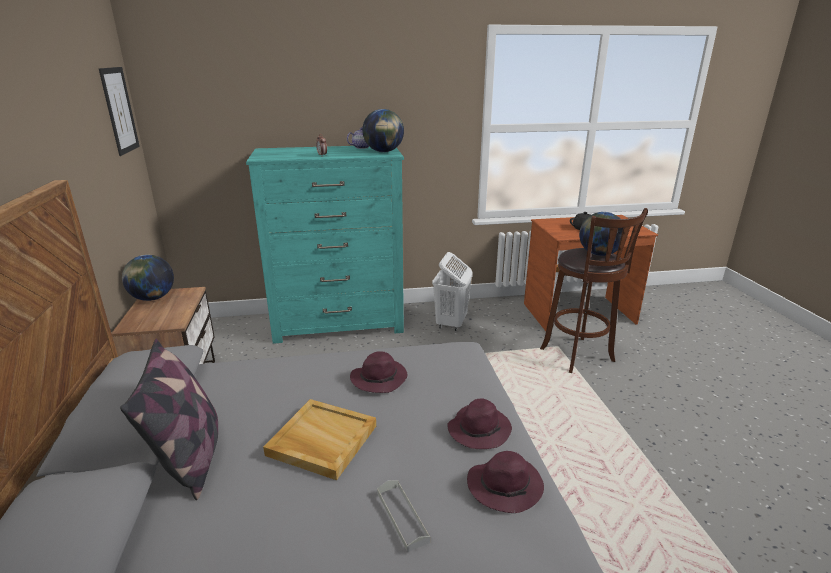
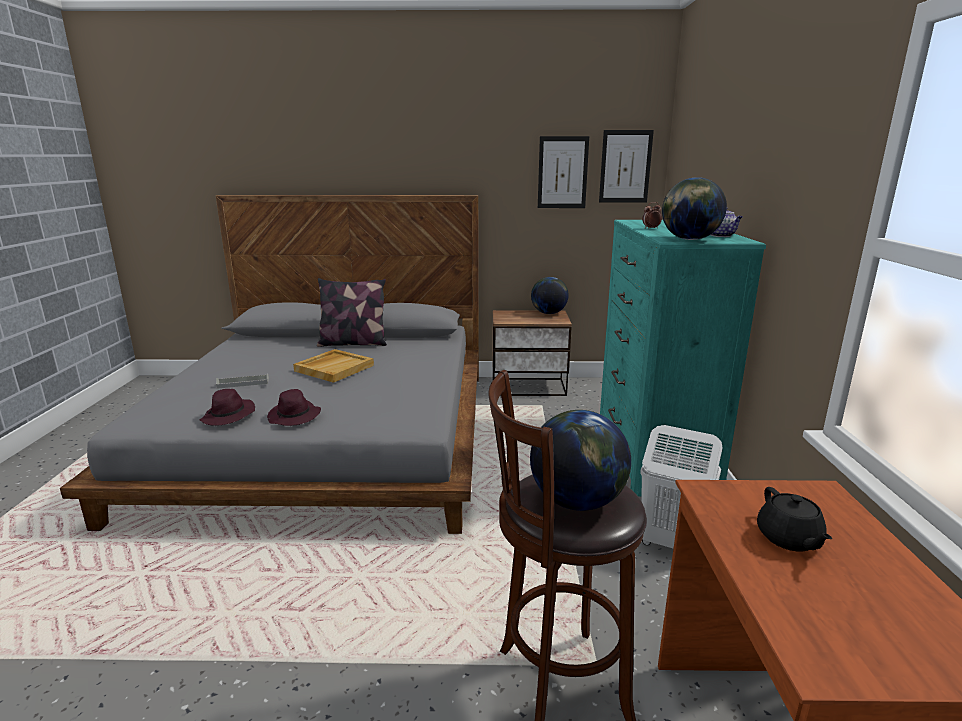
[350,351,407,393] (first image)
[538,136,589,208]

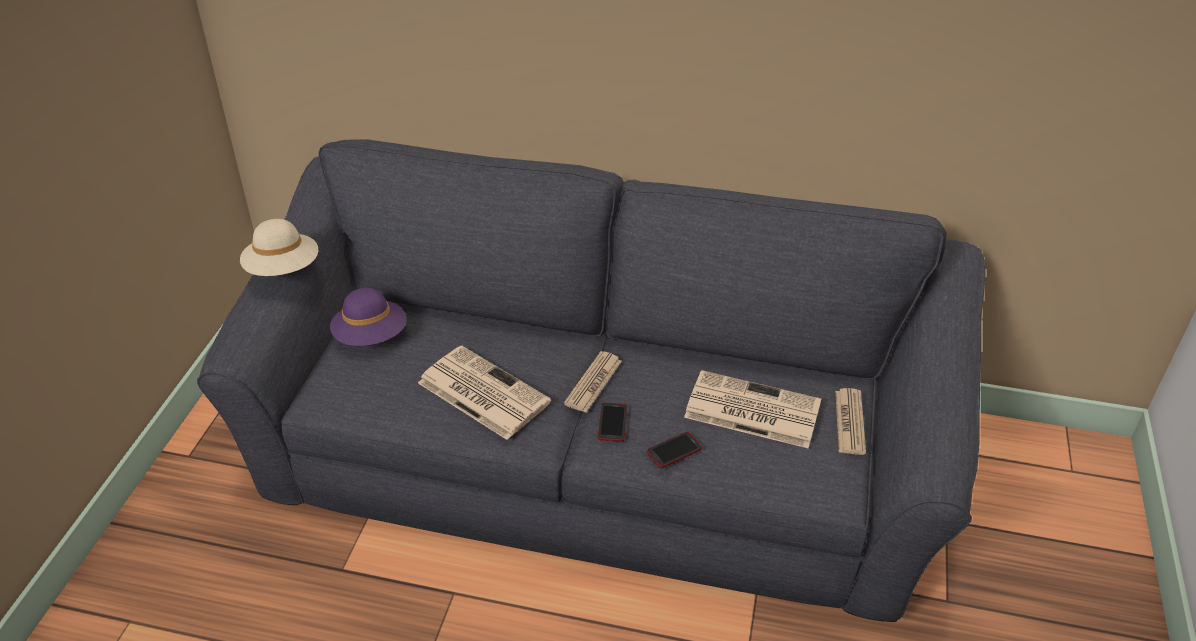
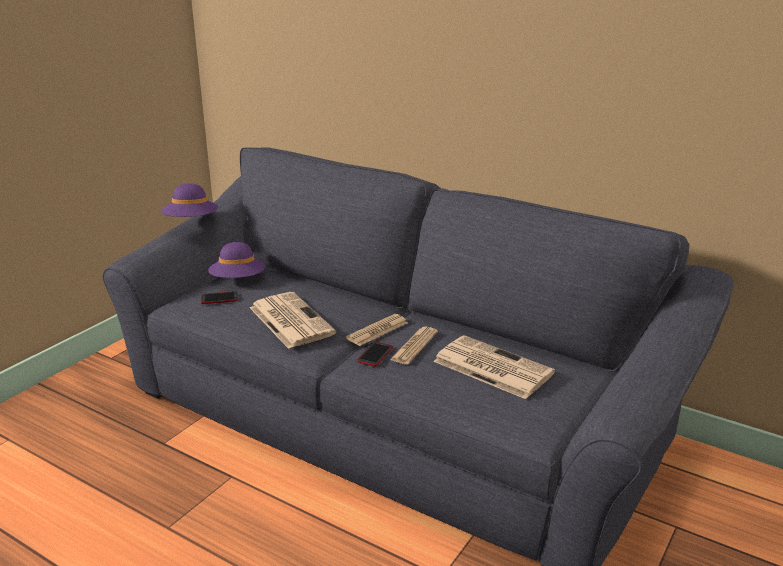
[161,183,218,217]
[201,291,238,304]
[390,326,438,365]

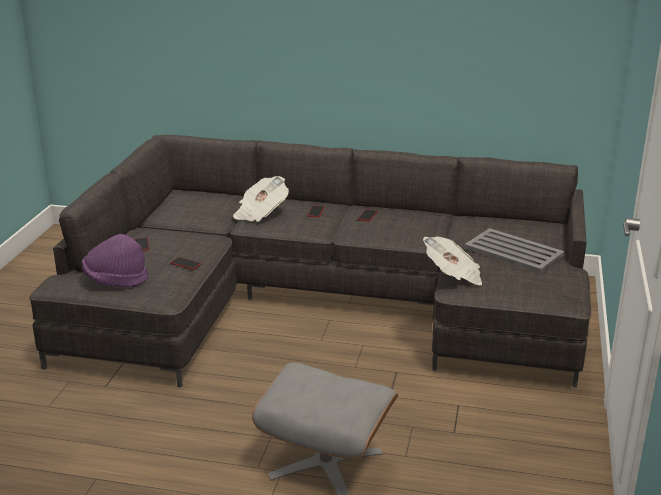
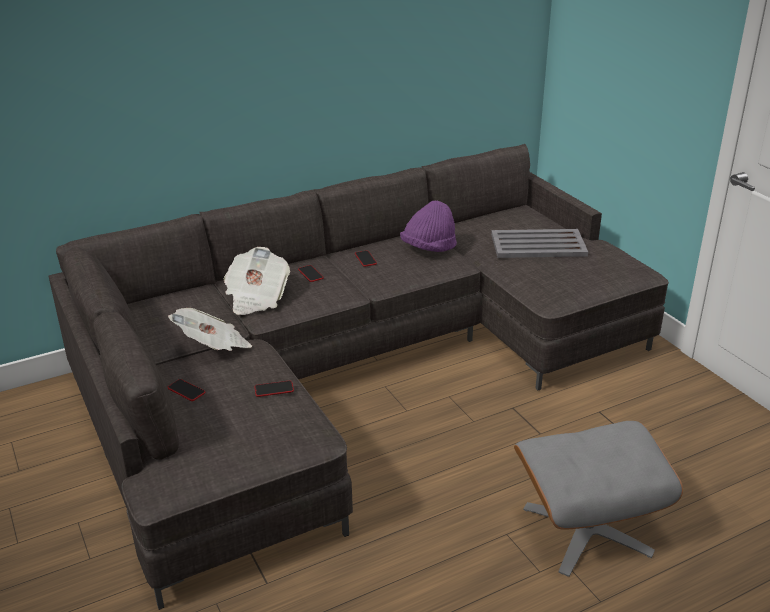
[400,200,457,252]
[168,308,252,351]

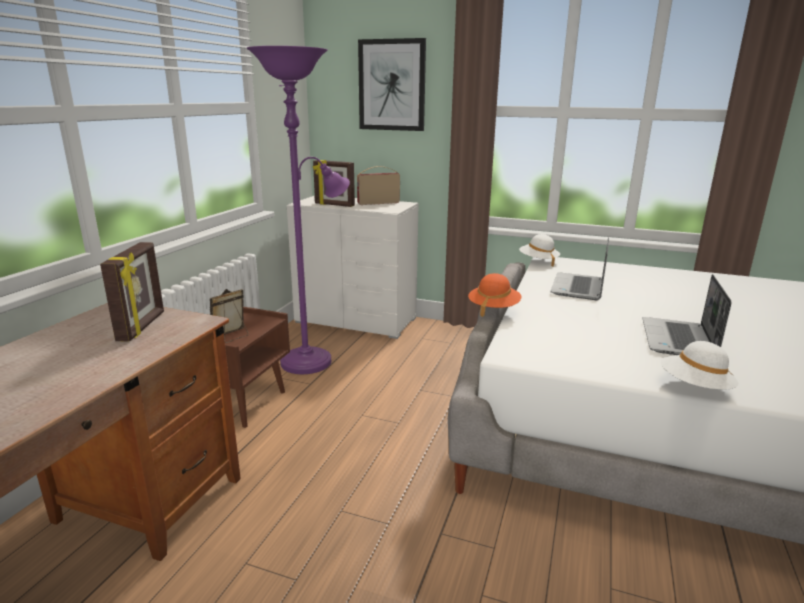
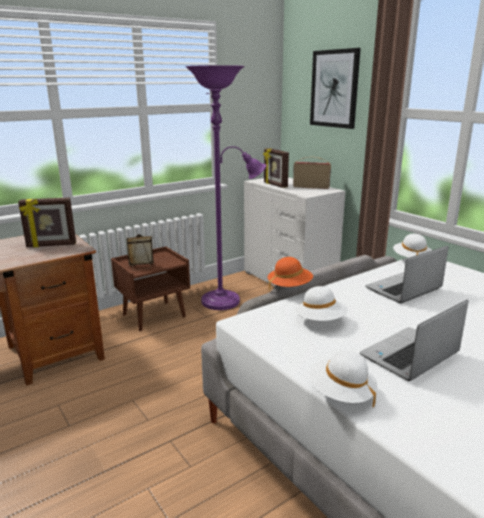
[18,197,76,248]
[295,286,348,321]

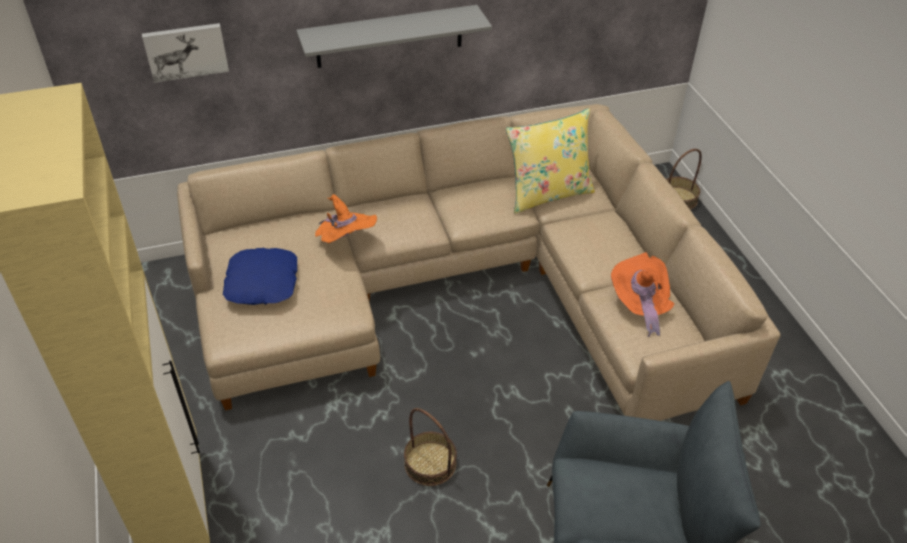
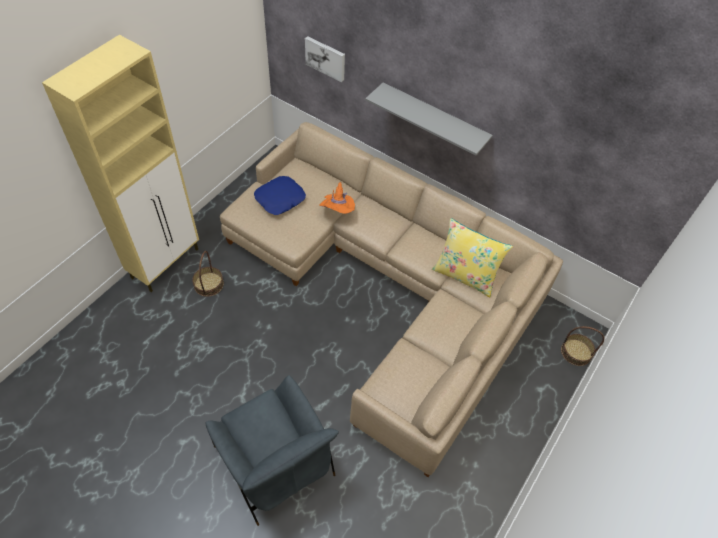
[192,251,224,297]
[611,252,674,337] (first image)

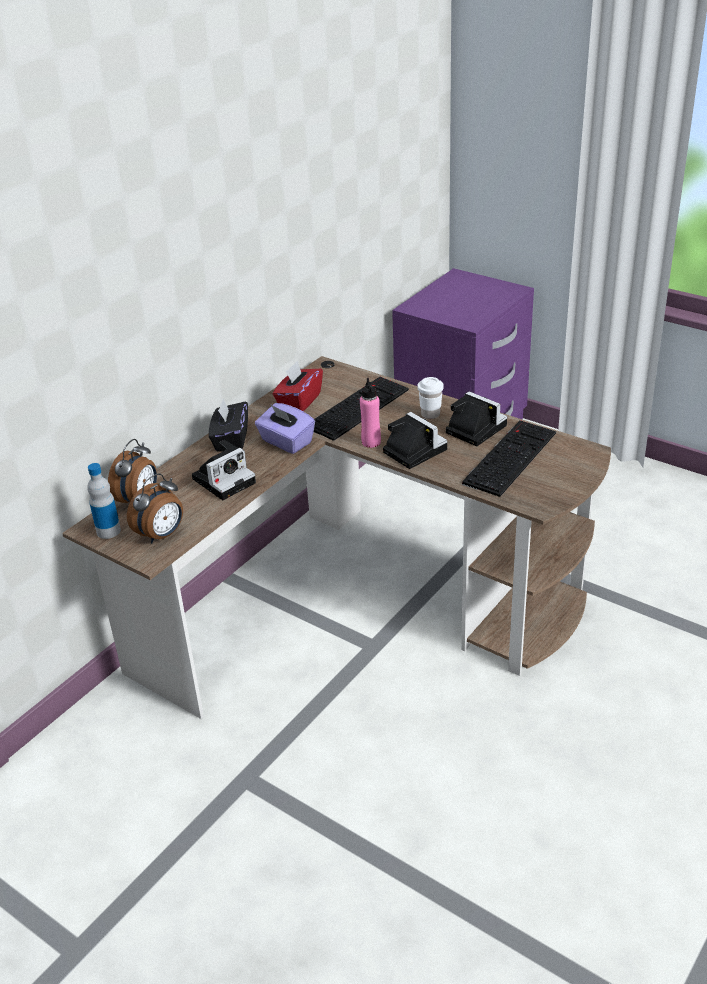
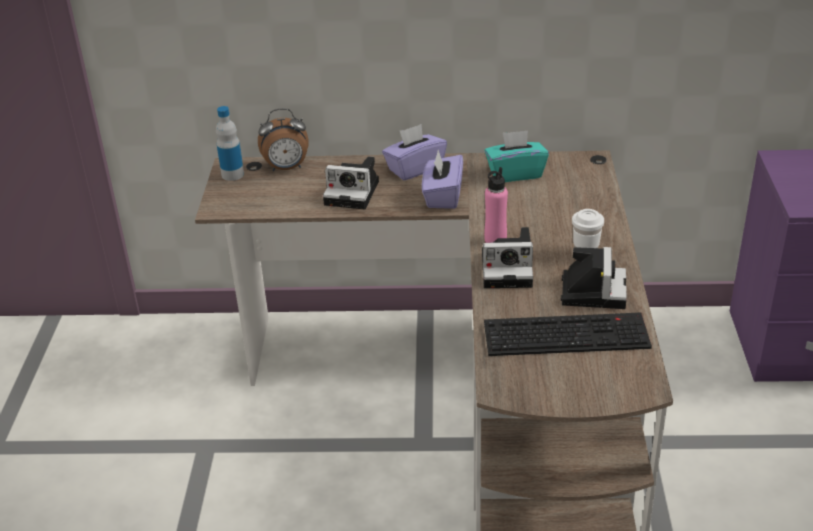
[127,474,183,543] (first image)
[382,124,447,181]
[484,130,549,182]
[314,377,409,441] (first image)
[482,227,533,288]

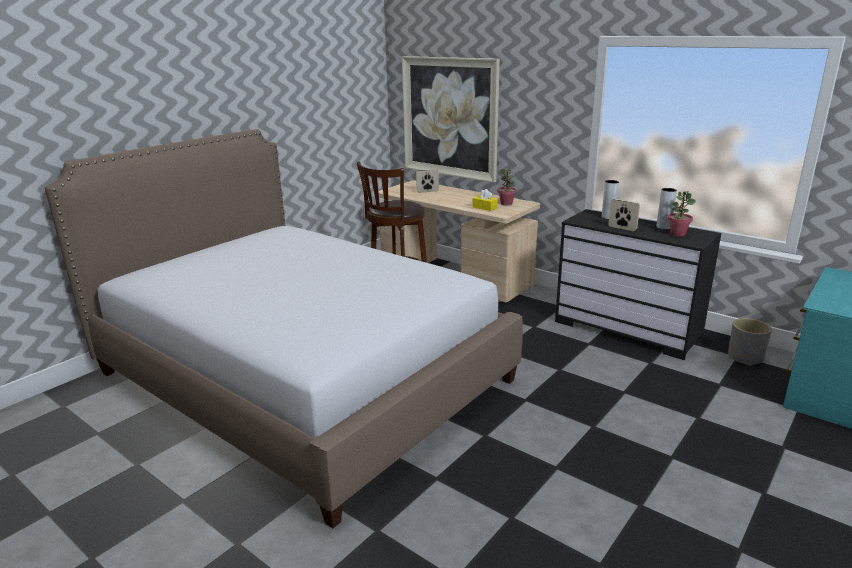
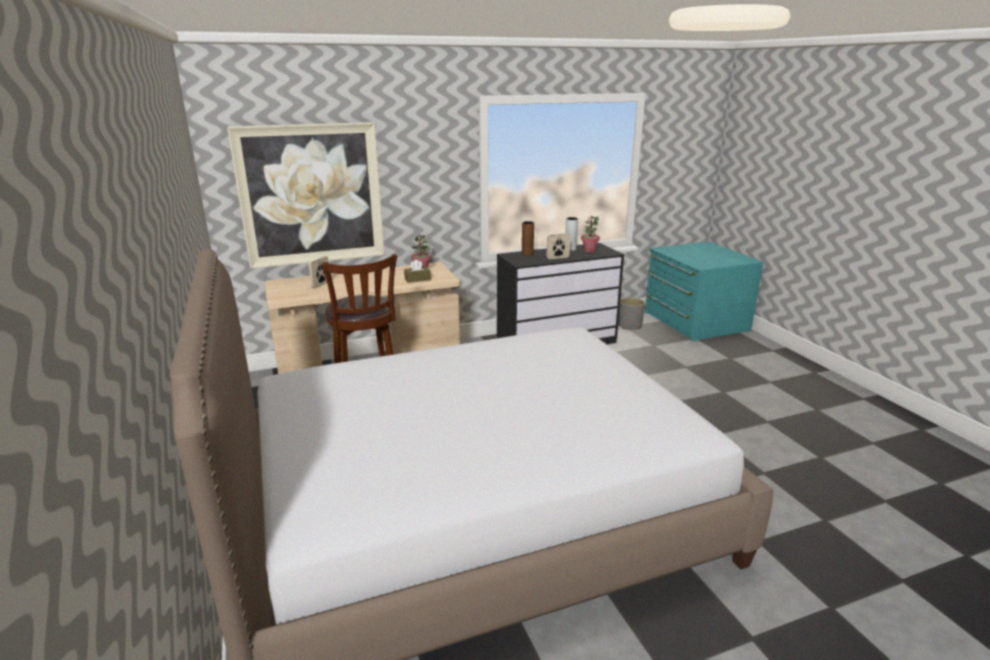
[404,260,431,283]
[522,221,534,256]

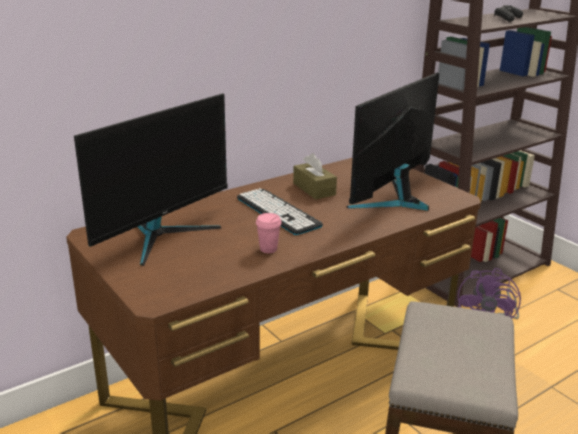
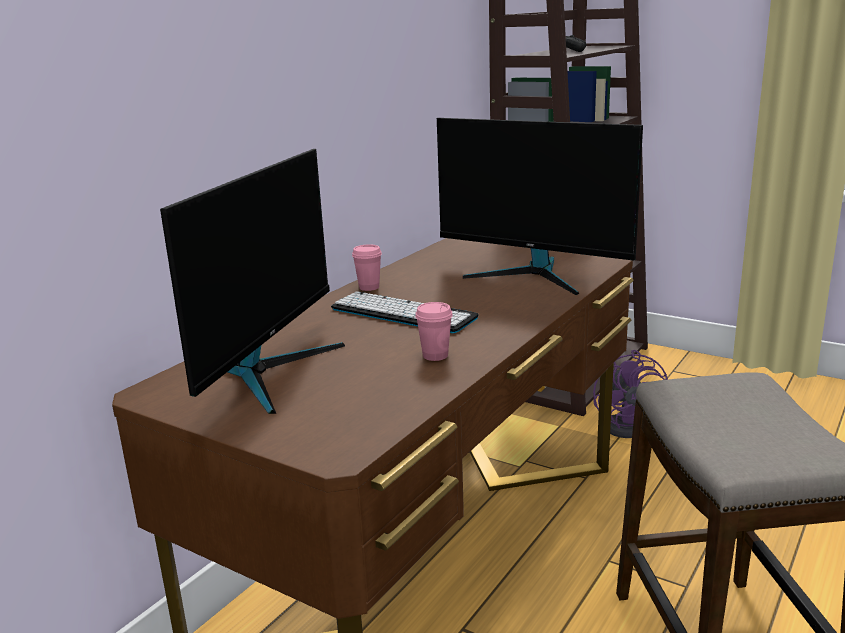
[293,153,337,200] (first image)
[437,118,643,295]
[352,244,382,291]

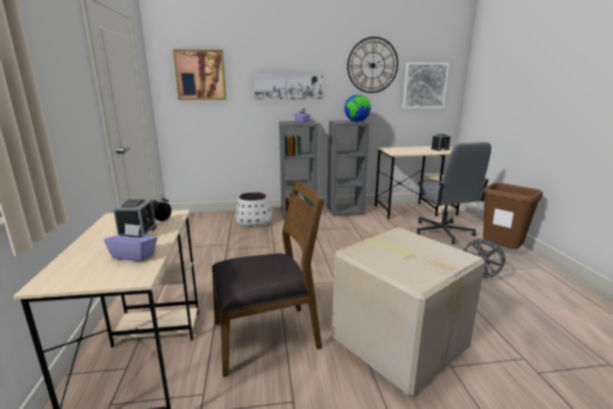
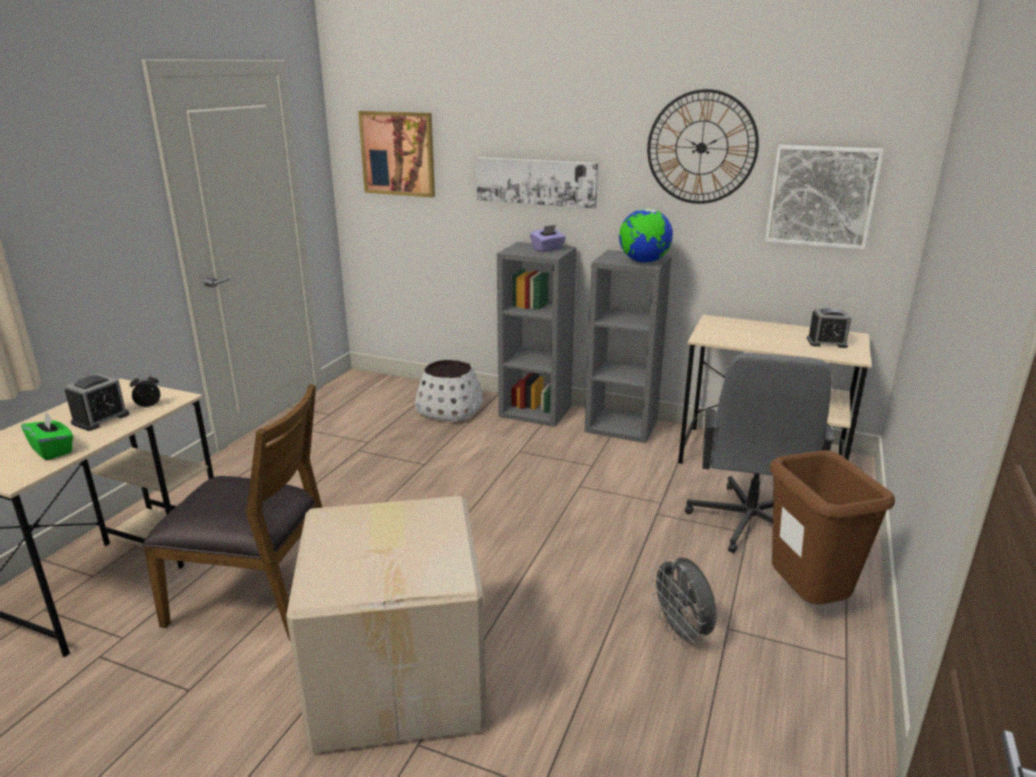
[21,412,73,460]

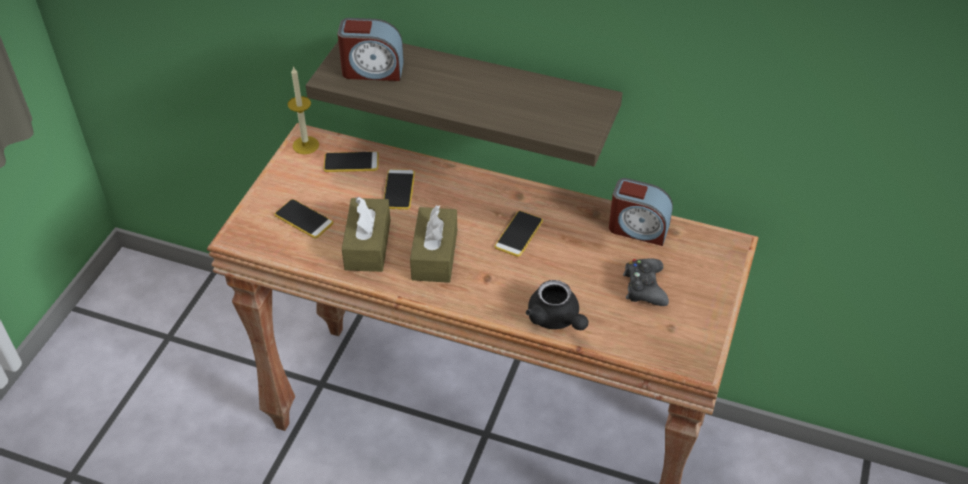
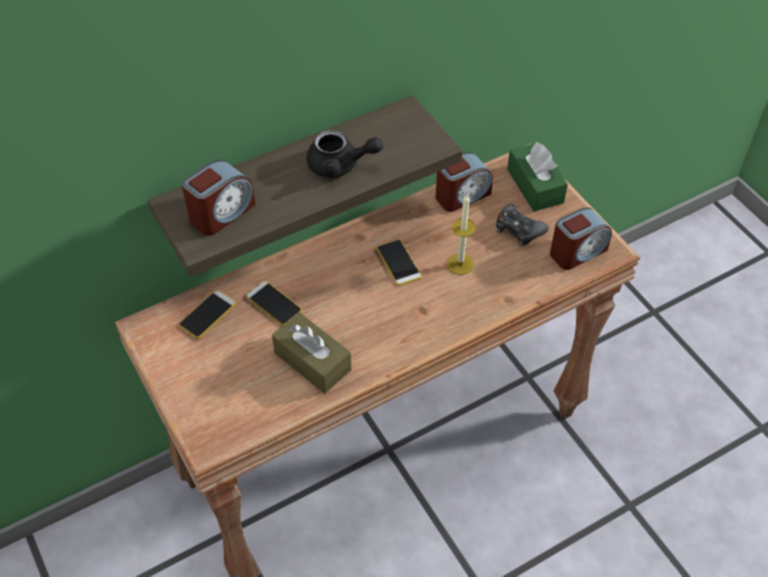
[275,199,333,238] (first image)
[447,194,476,275]
[410,205,457,283] (first image)
[307,130,383,178]
[507,142,568,212]
[550,207,612,270]

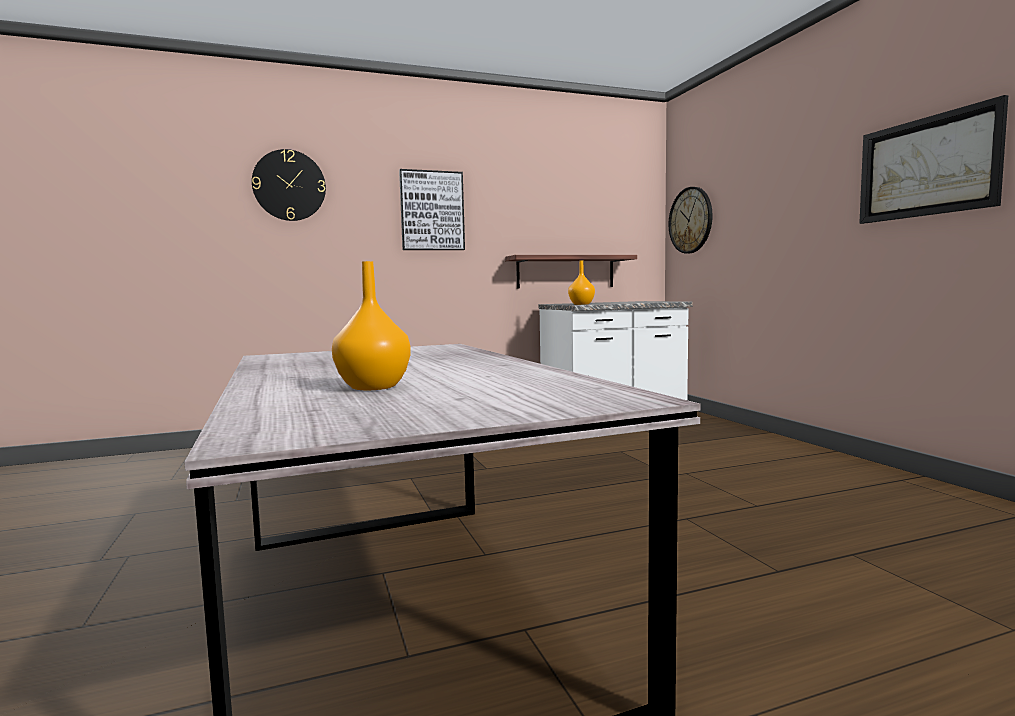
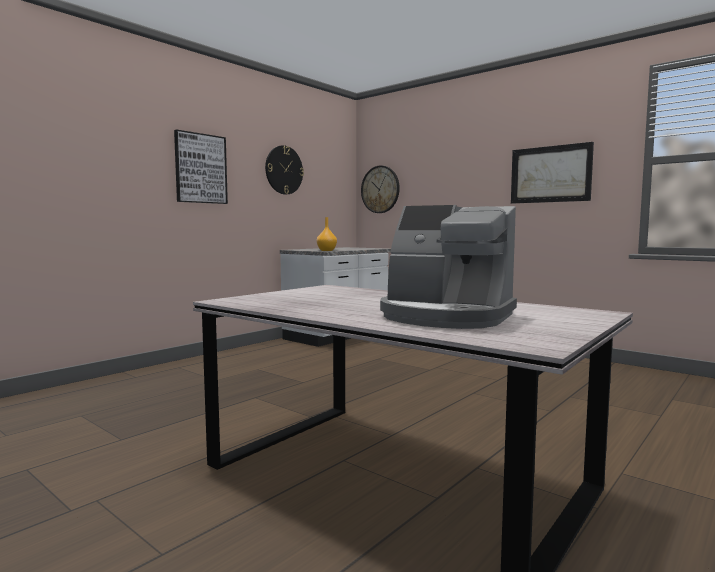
[265,145,304,194]
[380,205,517,329]
[505,255,637,289] (first image)

